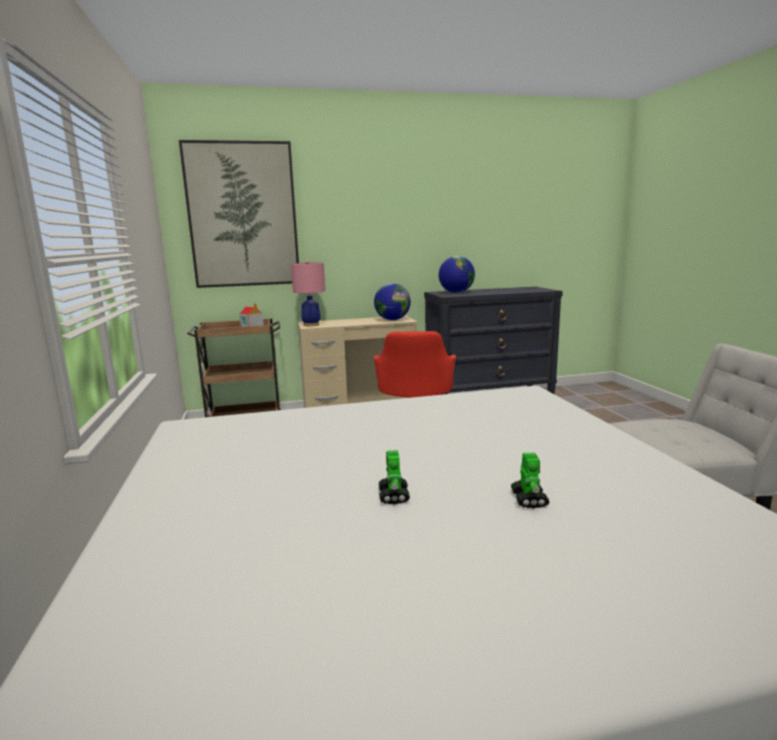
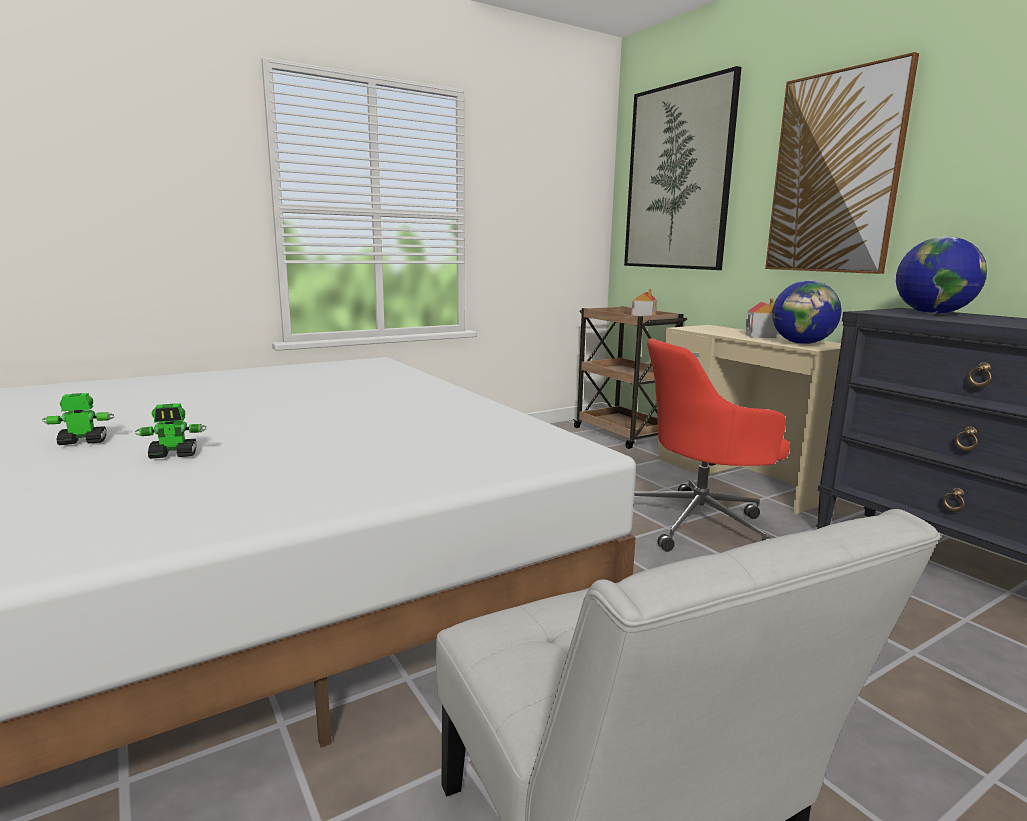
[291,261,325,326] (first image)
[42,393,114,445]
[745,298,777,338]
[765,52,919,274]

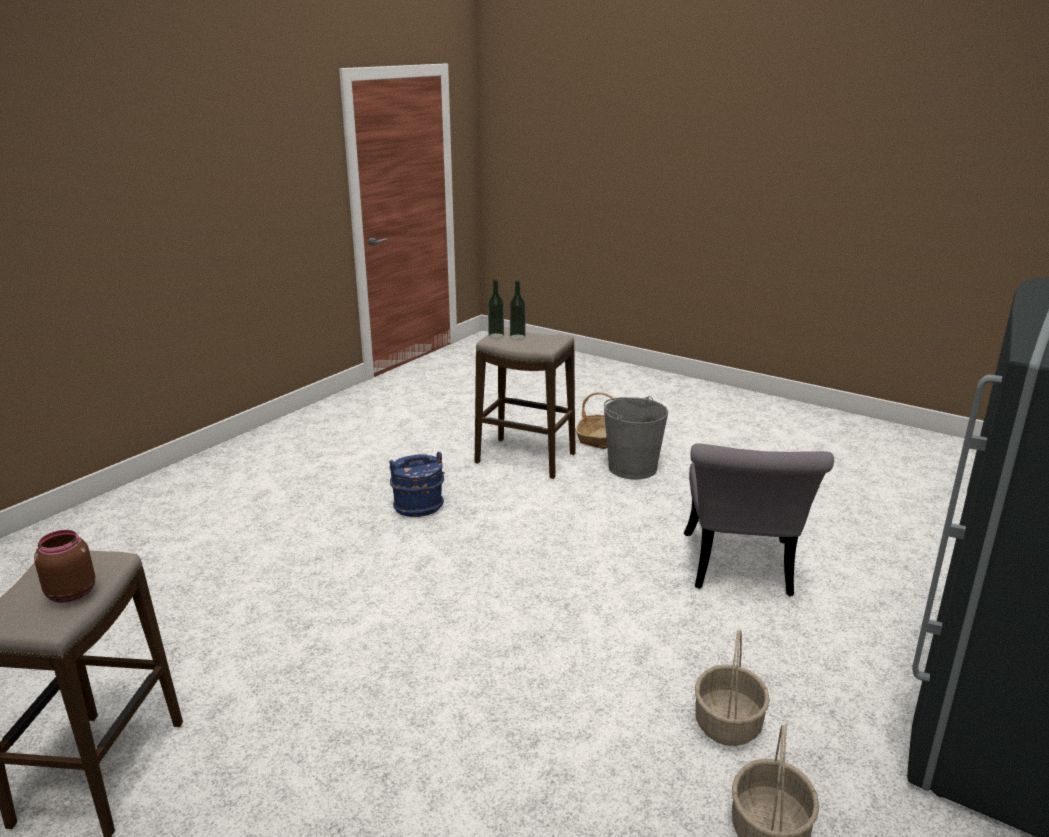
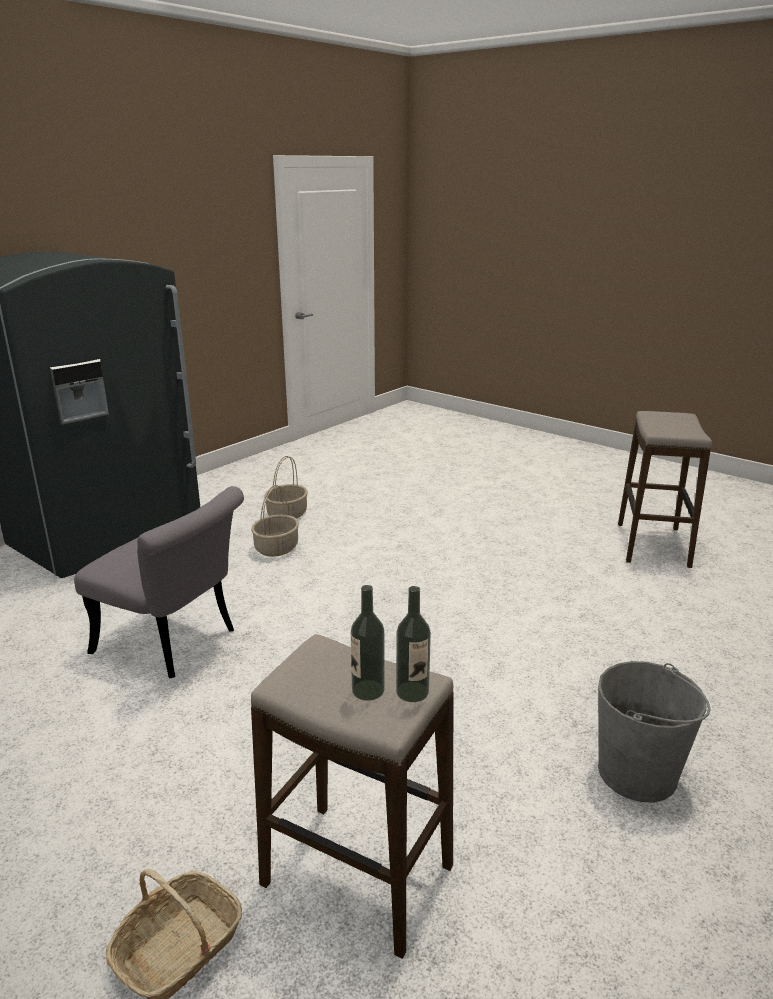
[34,530,96,603] (first image)
[389,452,444,517] (first image)
[598,661,711,803]
[74,486,244,678]

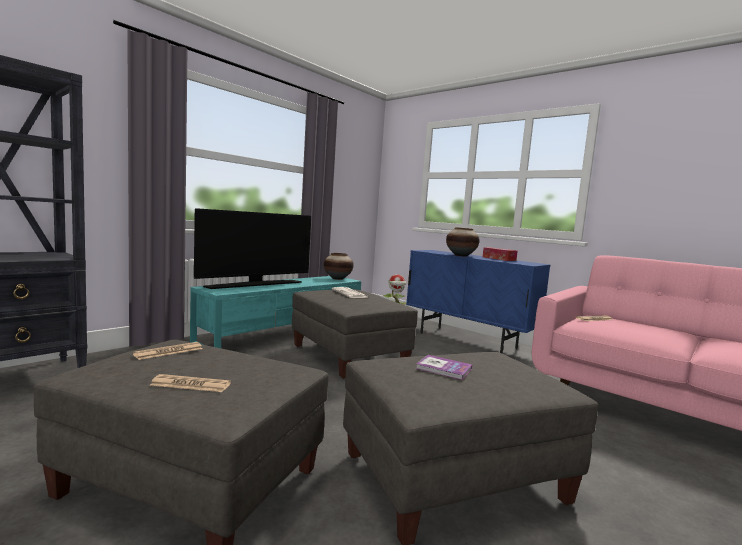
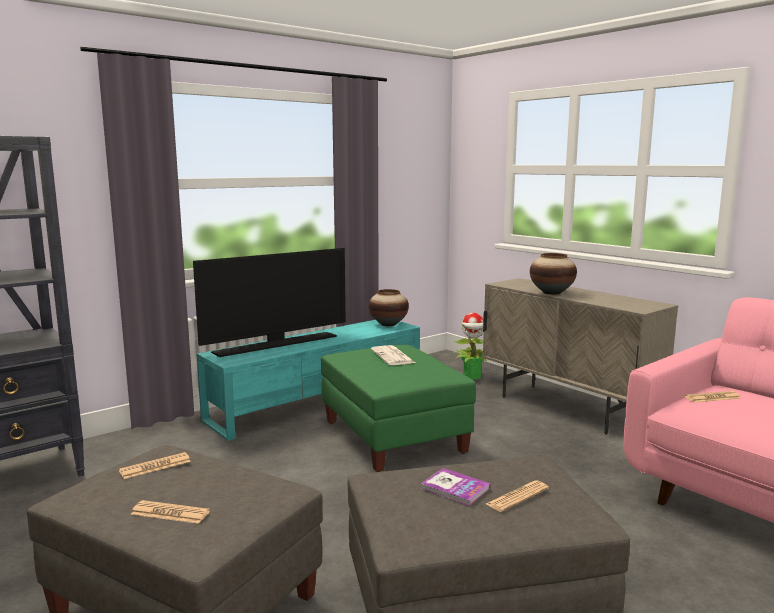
[321,345,476,472]
[482,278,678,435]
[483,247,518,261] (first image)
[486,480,549,512]

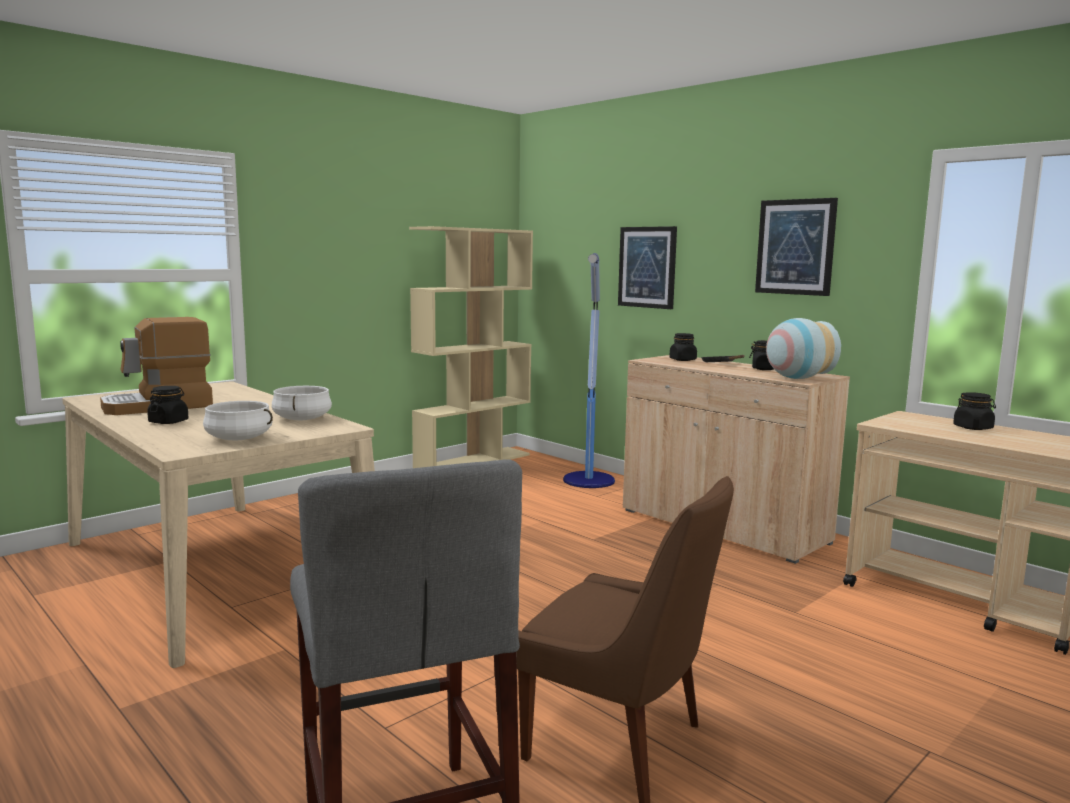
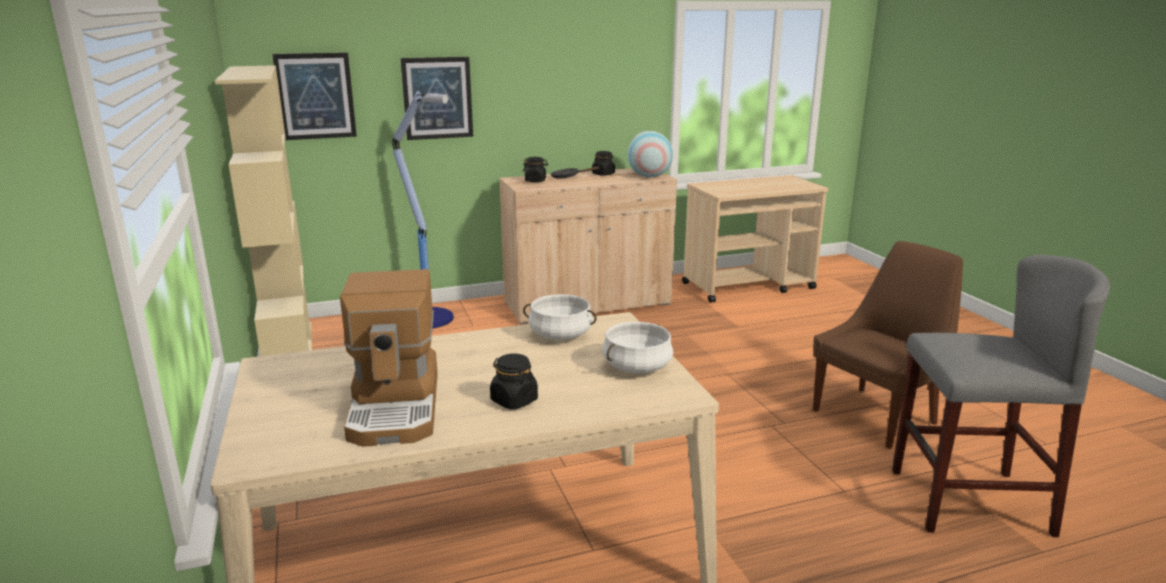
[272,52,357,140]
[953,392,996,430] (first image)

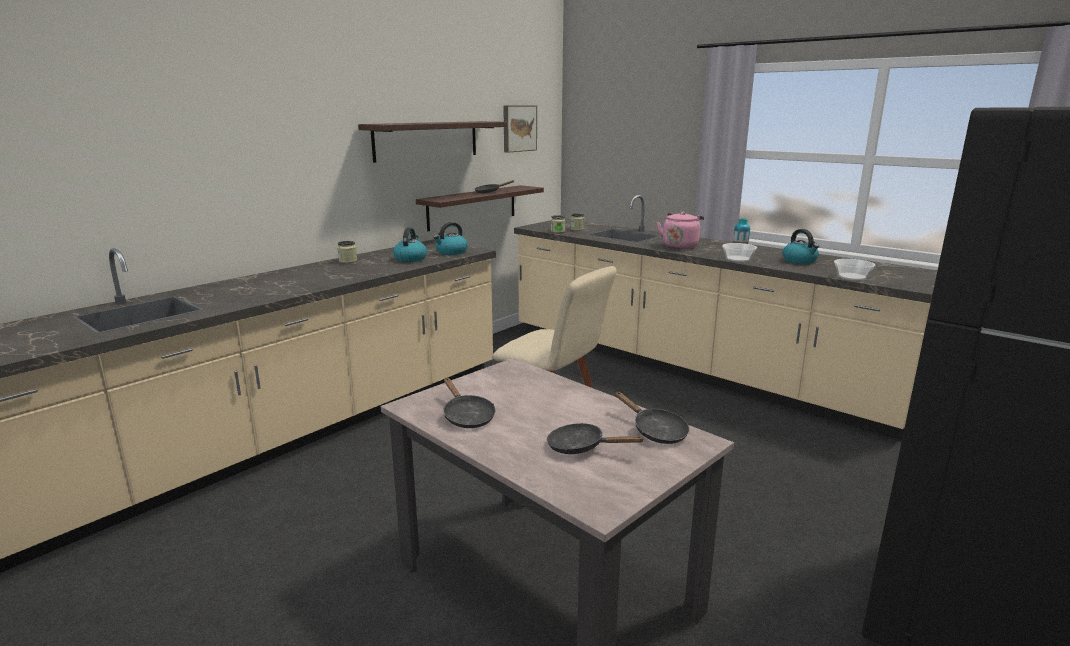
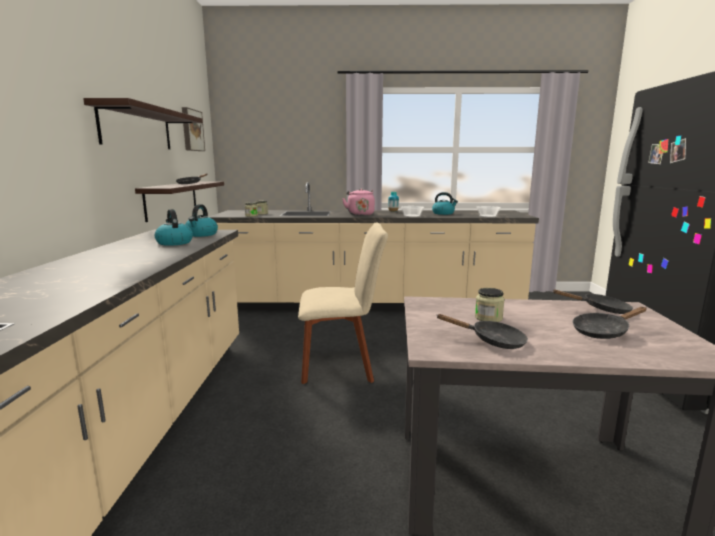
[475,288,505,322]

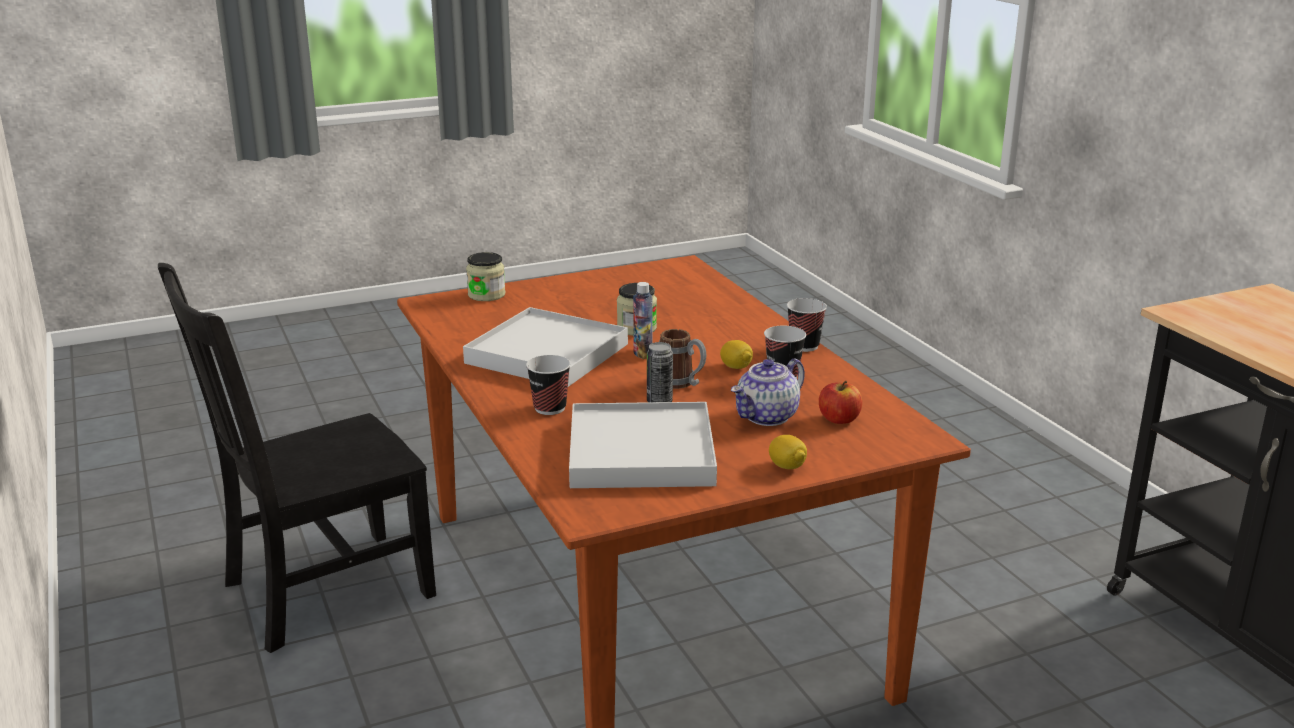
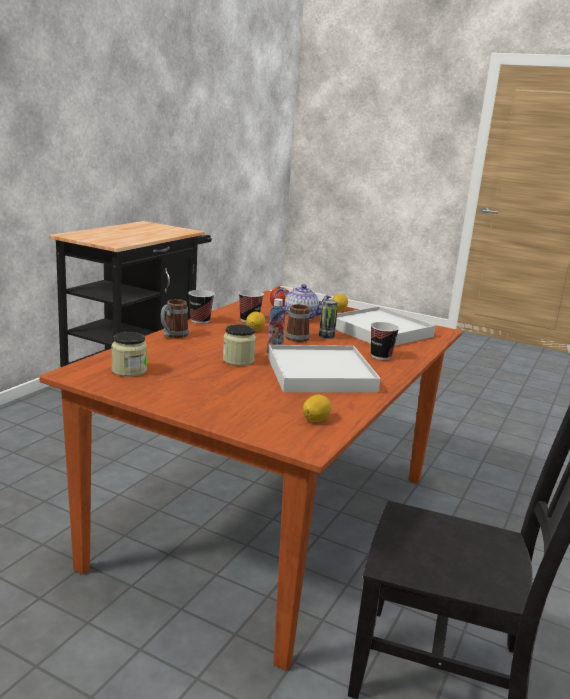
[111,332,147,377]
[161,299,189,338]
[303,395,332,422]

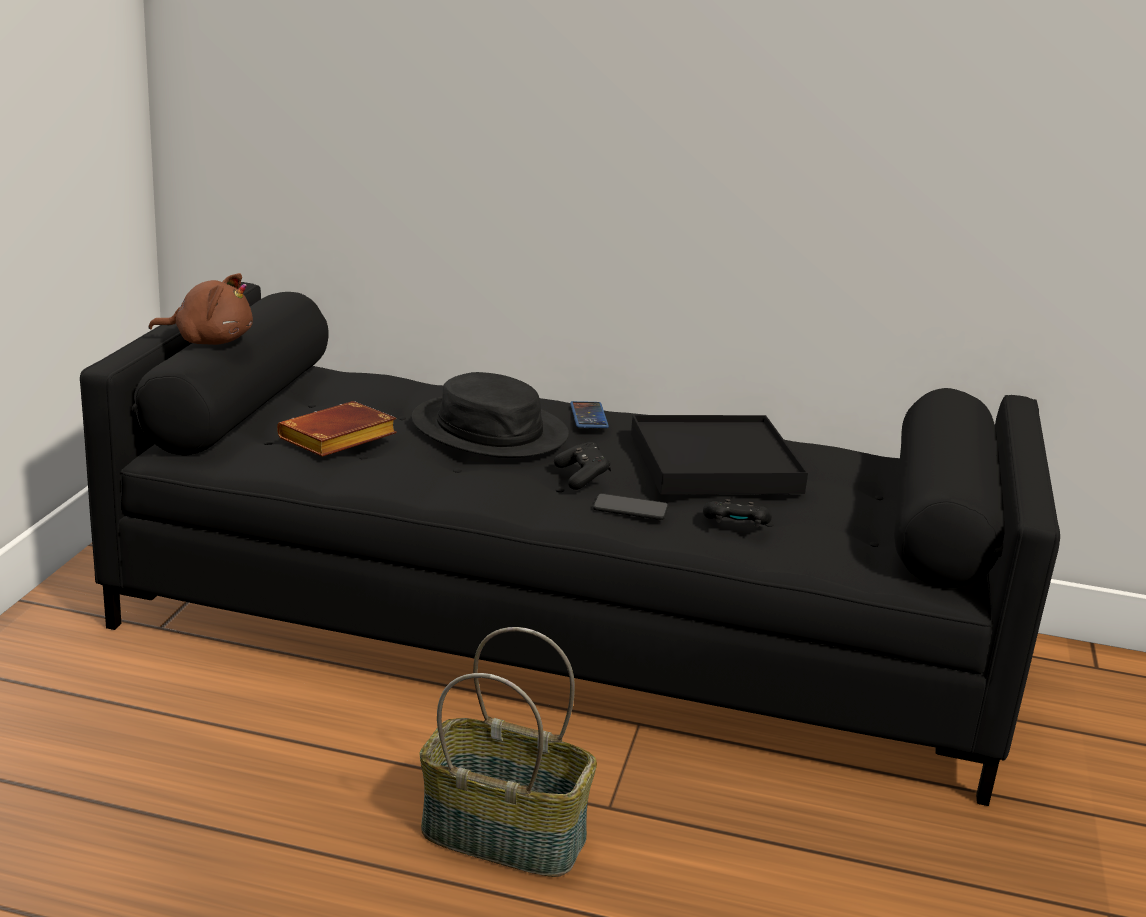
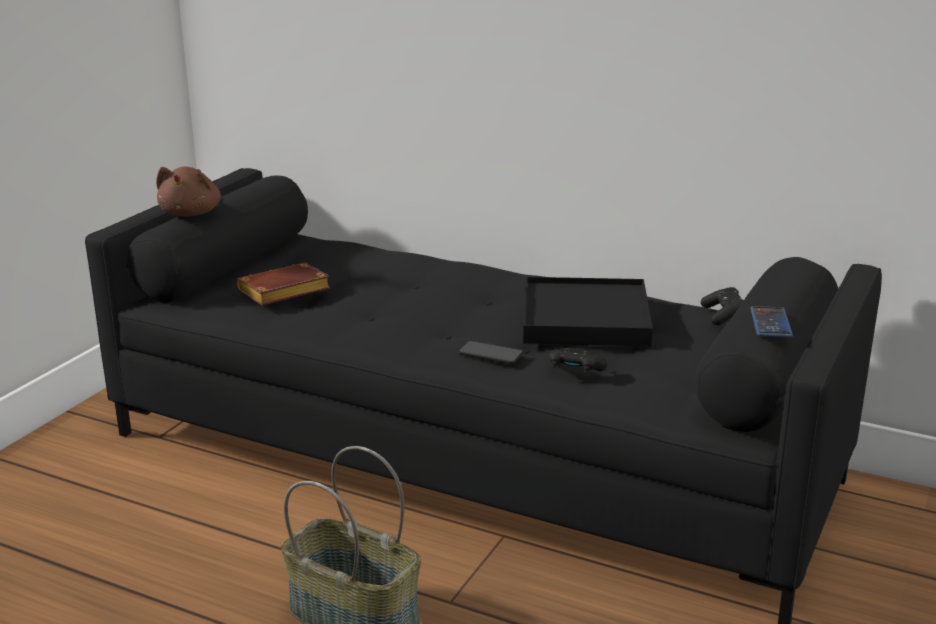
[156,166,221,217]
[411,372,569,458] (first image)
[701,287,744,325]
[750,306,793,338]

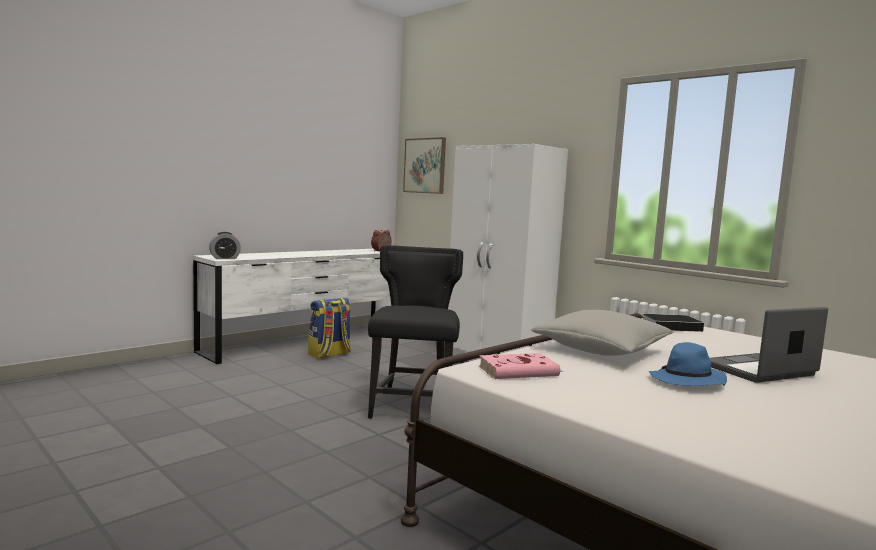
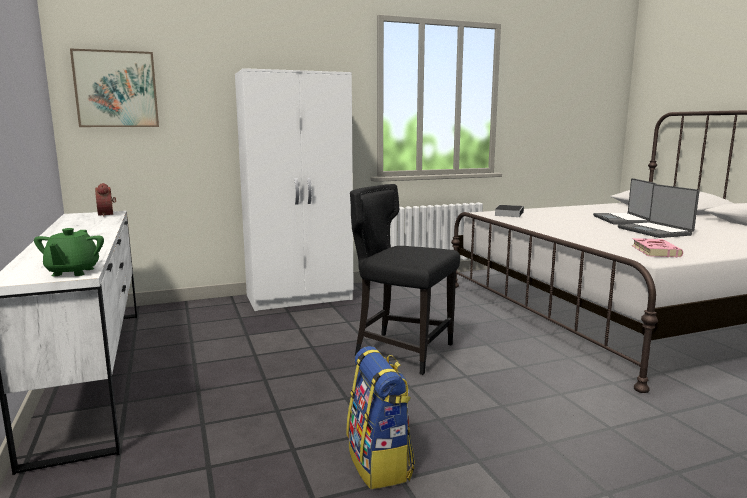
[34,228,104,276]
[347,346,415,489]
[531,310,674,356] (first image)
[618,184,699,238]

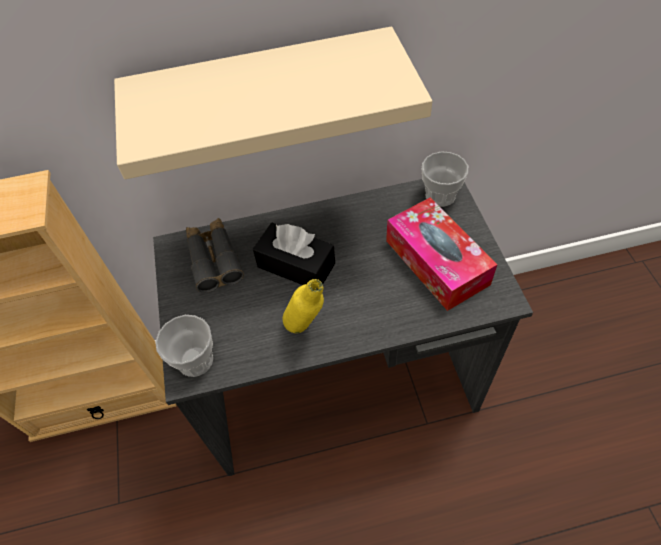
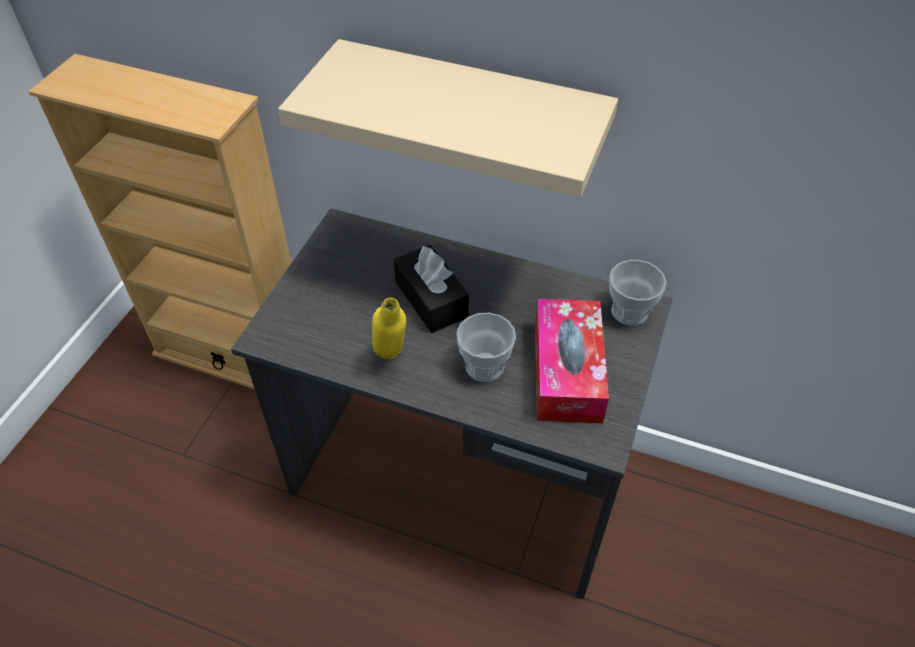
[457,313,516,382]
[186,218,244,293] (first image)

